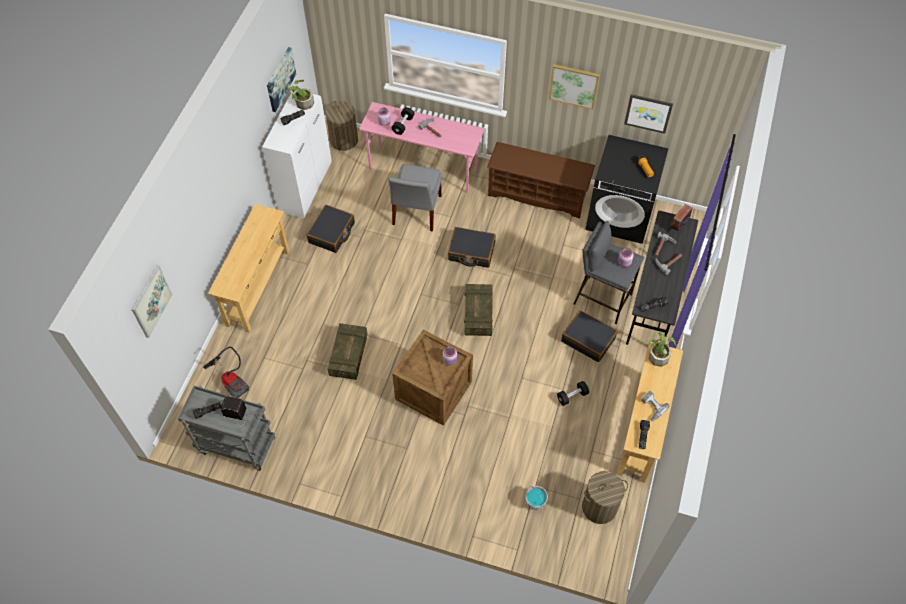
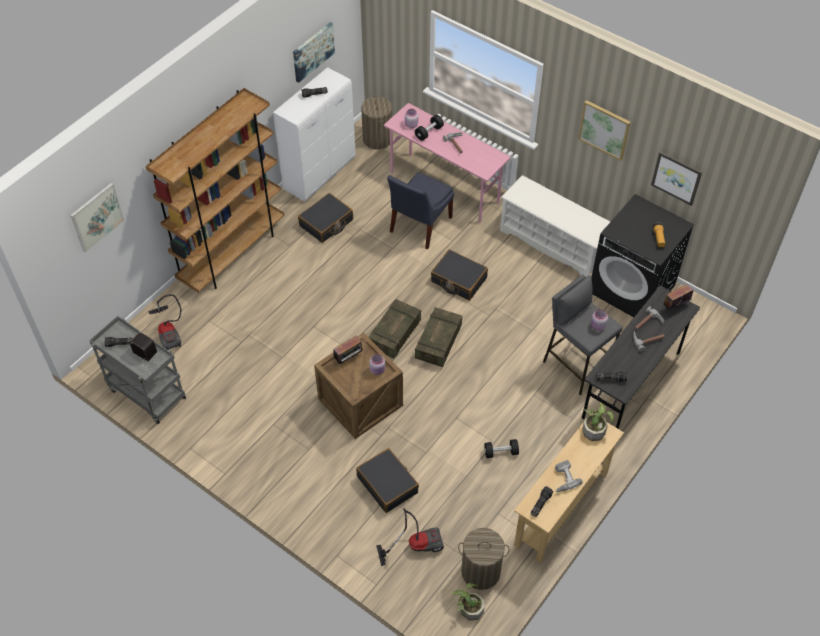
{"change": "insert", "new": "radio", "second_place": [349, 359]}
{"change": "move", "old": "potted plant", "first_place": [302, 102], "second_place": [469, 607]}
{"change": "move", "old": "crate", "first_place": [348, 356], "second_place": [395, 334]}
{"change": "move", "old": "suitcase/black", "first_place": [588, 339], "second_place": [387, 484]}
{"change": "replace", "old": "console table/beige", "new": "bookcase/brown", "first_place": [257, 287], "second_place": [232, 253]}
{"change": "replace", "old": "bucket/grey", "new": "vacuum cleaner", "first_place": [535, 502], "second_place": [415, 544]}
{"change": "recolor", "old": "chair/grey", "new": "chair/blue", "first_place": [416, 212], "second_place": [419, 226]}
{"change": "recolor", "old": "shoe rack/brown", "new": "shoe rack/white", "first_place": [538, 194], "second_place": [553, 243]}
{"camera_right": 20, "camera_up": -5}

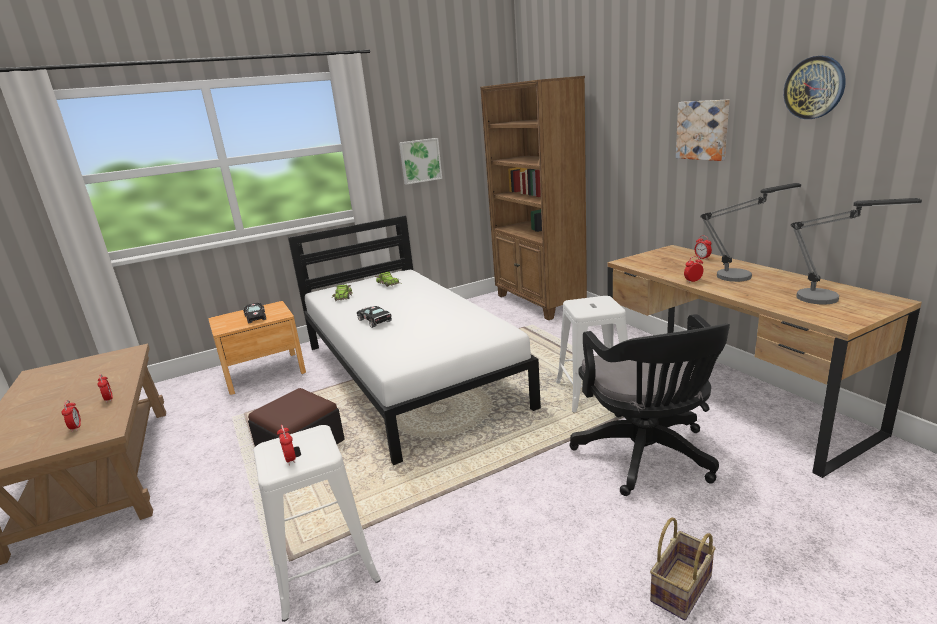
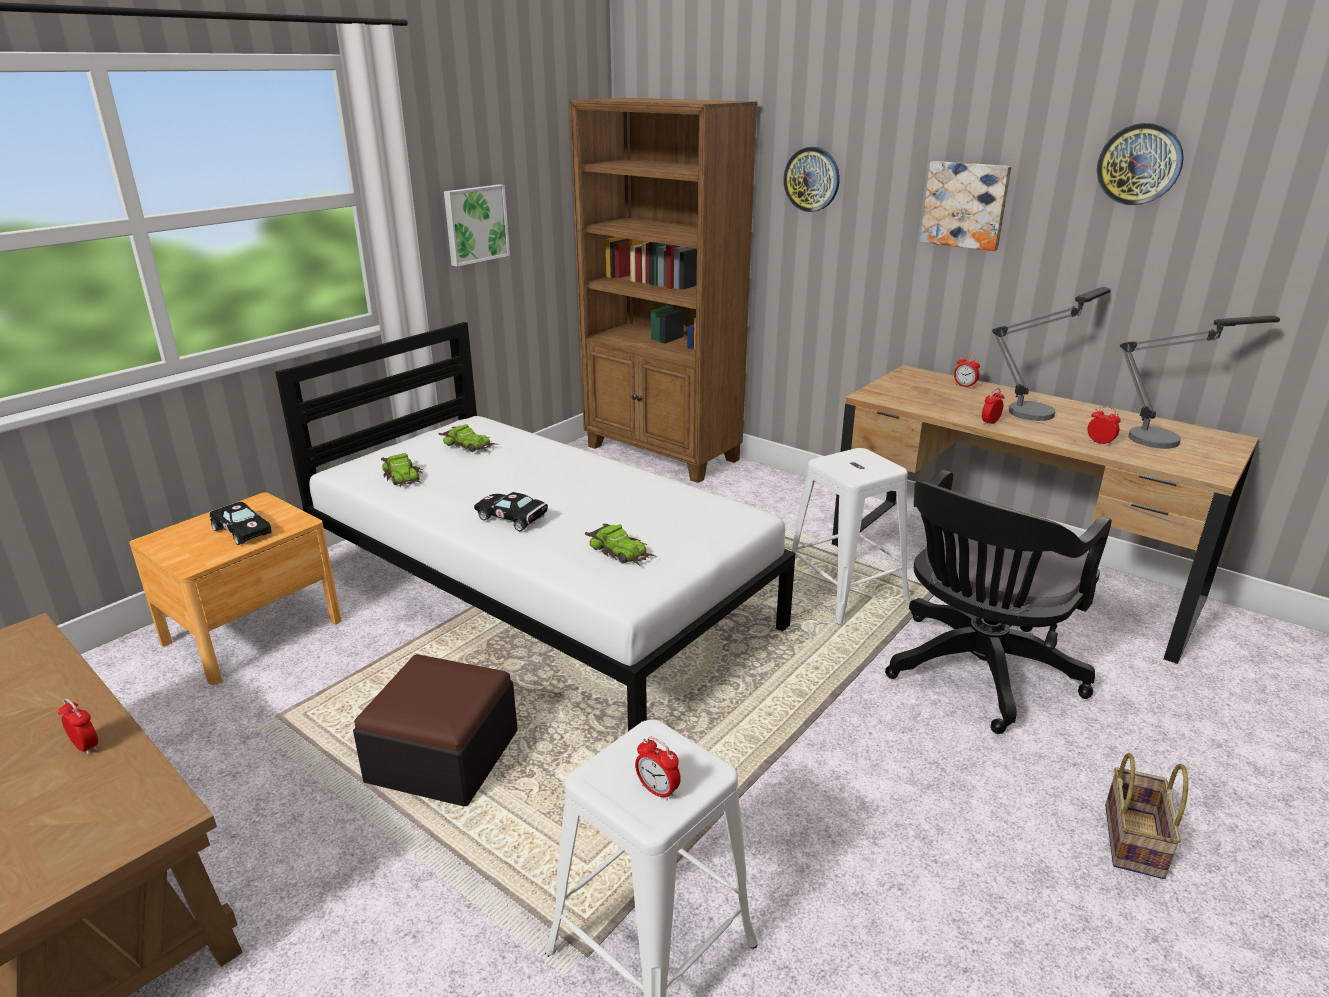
{"change": "insert", "new": "toy car", "second_place": [620, 551]}
{"change": "insert", "new": "wall clock", "second_place": [812, 179]}
{"change": "move", "old": "alarm clock", "first_place": [76, 427], "second_place": [1100, 442]}
{"change": "rotate", "old": "office chair/black", "first_place": [647, 457], "second_place": [976, 674], "degrees": 75}
{"camera_right": -25, "camera_up": 5}

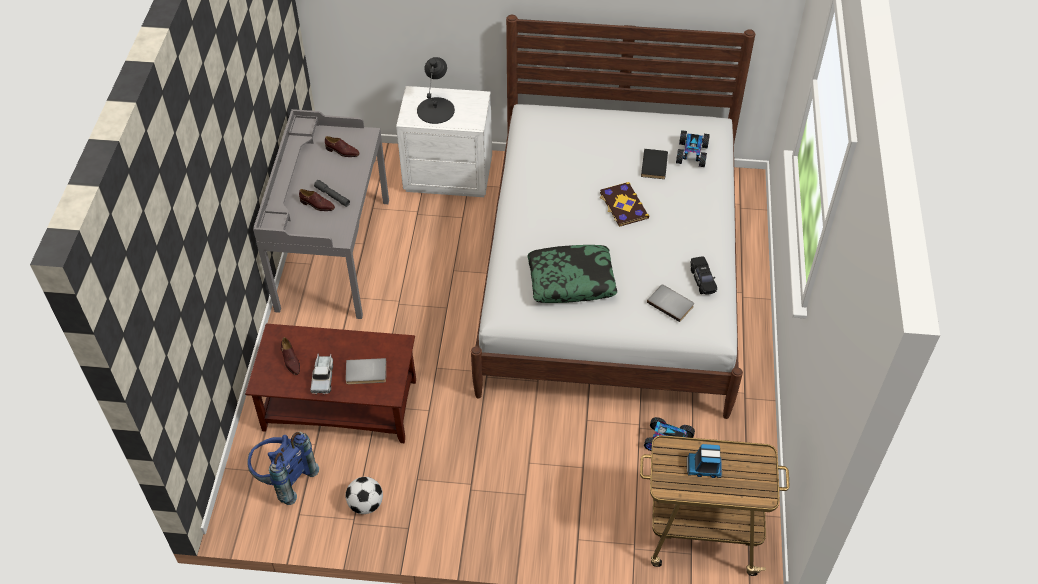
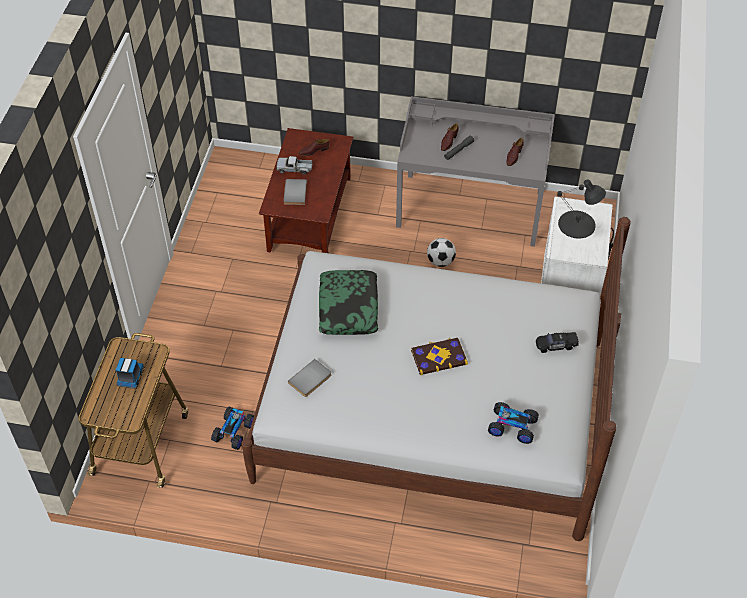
{"change": "delete", "old": "backpack/blue", "first_place": [283, 479]}
{"change": "delete", "old": "book/black", "first_place": [655, 165]}
{"change": "move", "old": "football", "first_place": [366, 504], "second_place": [440, 261]}
{"change": "move", "old": "toy car/black", "first_place": [702, 280], "second_place": [556, 345]}
{"camera_right": 95, "camera_up": 0}

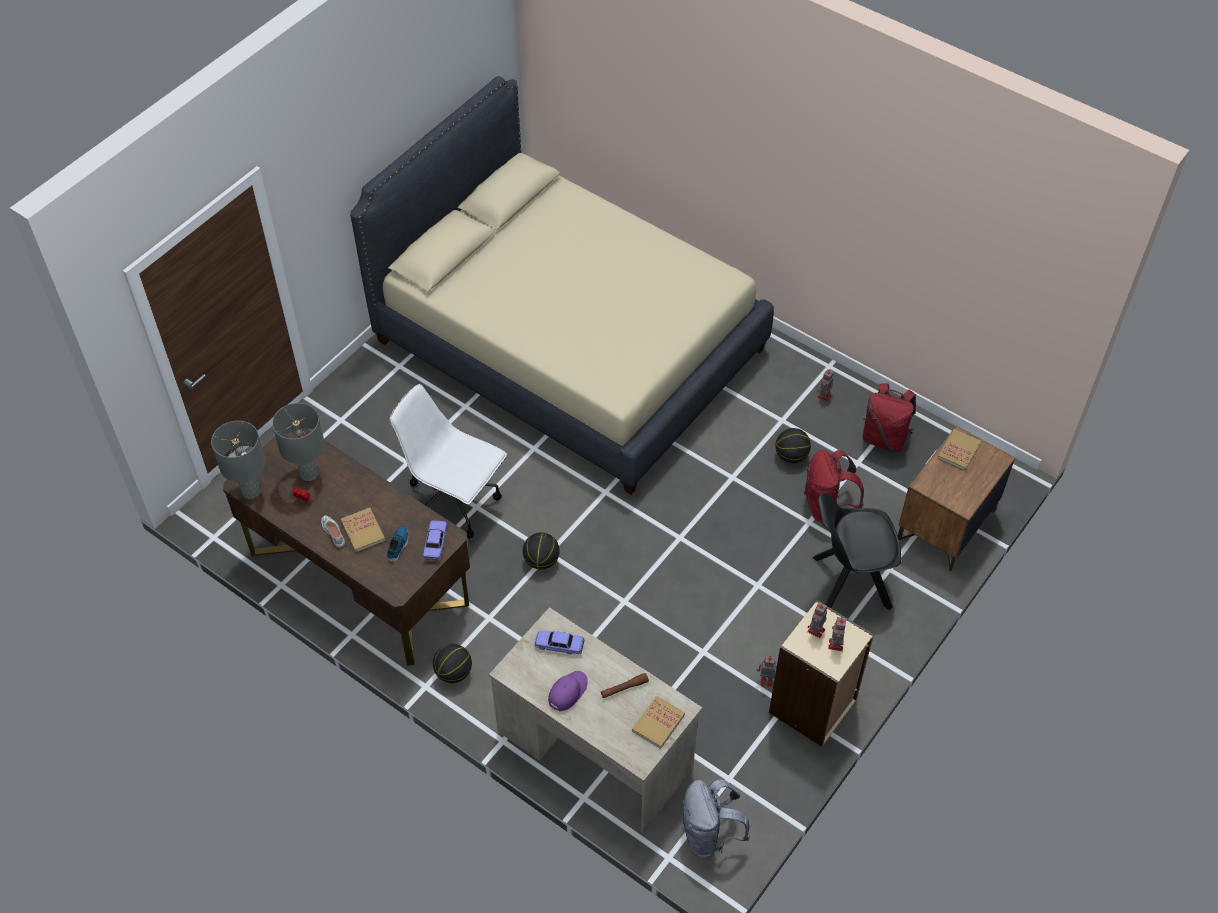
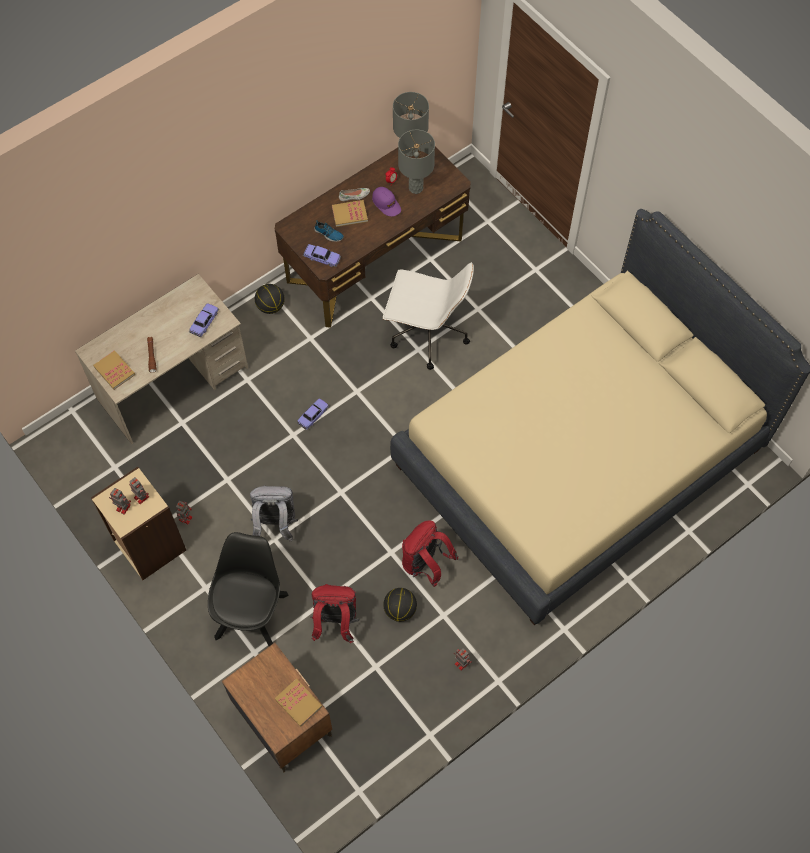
{"change": "delete", "old": "basketball", "first_place": [541, 561]}
{"change": "insert", "new": "toy car", "second_place": [313, 416]}
{"change": "move", "old": "cap/purple", "first_place": [567, 692], "second_place": [386, 204]}
{"change": "move", "old": "backpack/grey", "first_place": [709, 835], "second_place": [275, 524]}
{"change": "move", "old": "backpack/red", "first_place": [884, 438], "second_place": [425, 564]}
{"change": "rotate", "old": "office chair/white", "first_place": [454, 502], "second_place": [427, 334], "degrees": 60}
{"camera_right": 105, "camera_up": 10}

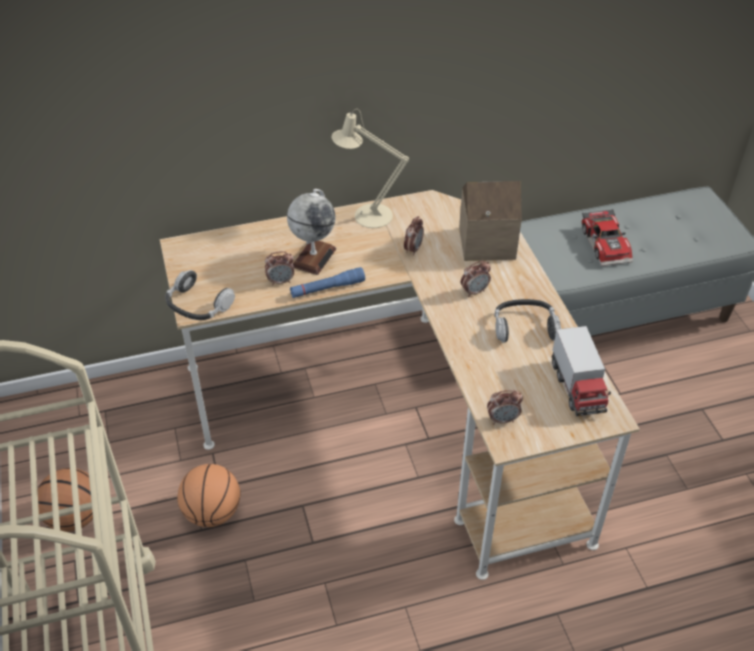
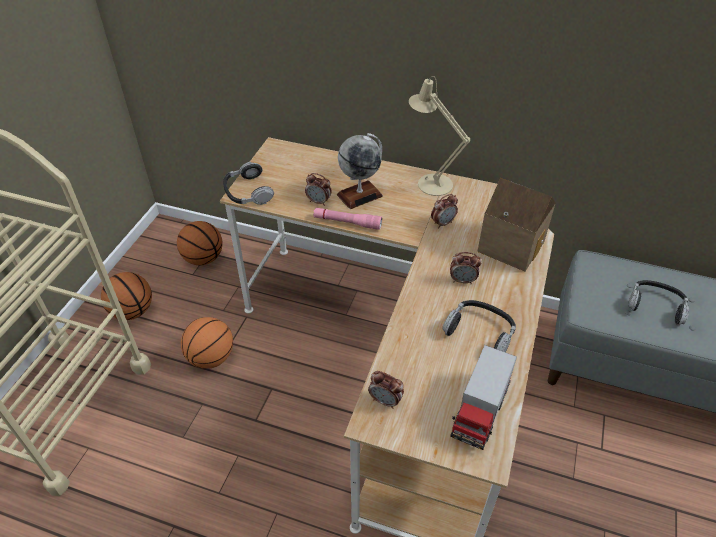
{"change": "insert", "new": "basketball", "second_place": [203, 258]}
{"change": "replace", "old": "toy car", "new": "headphones", "first_place": [607, 244], "second_place": [656, 305]}
{"change": "recolor", "old": "flashlight/blue", "new": "flashlight/pink", "first_place": [327, 288], "second_place": [347, 222]}
{"camera_right": 35, "camera_up": 0}

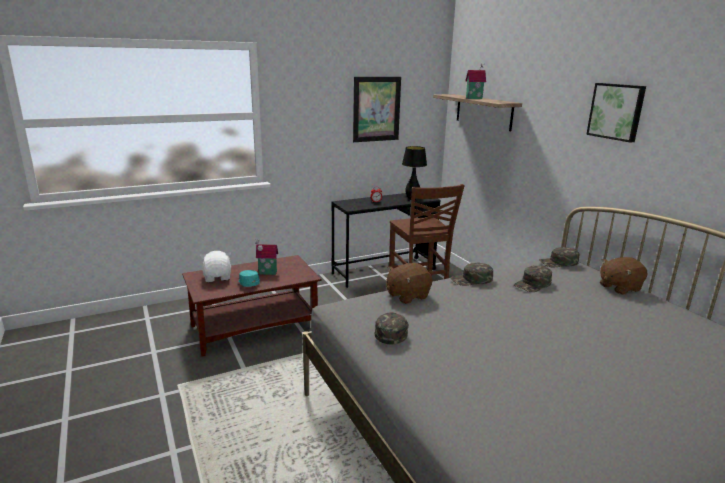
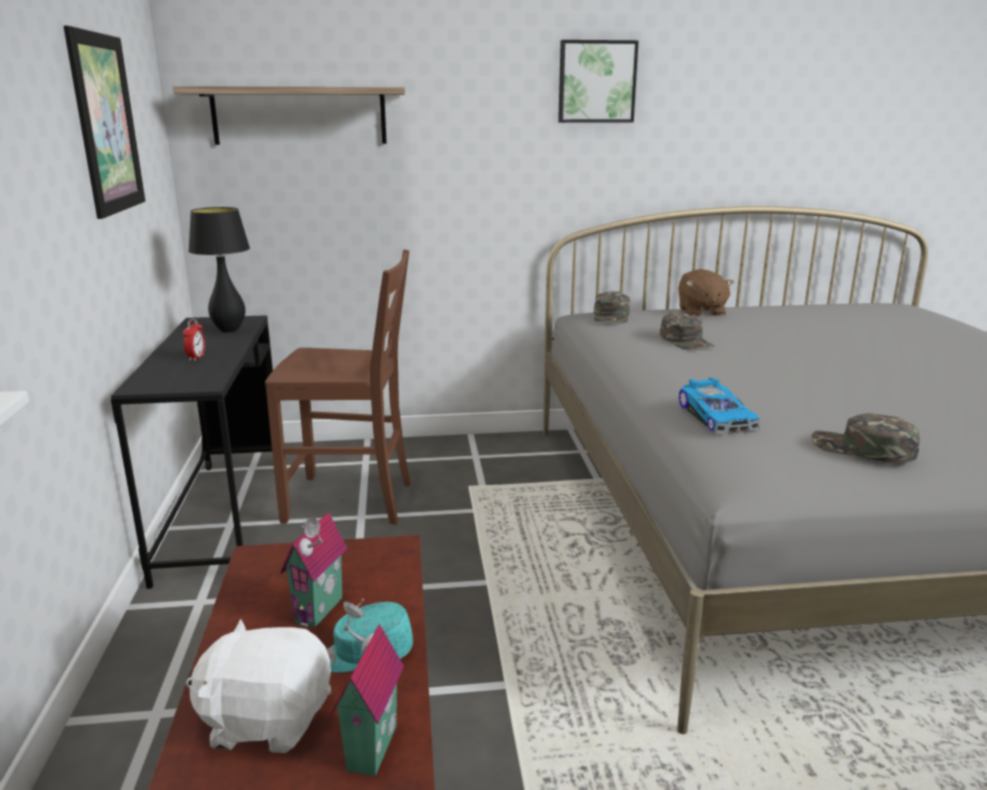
{"change": "delete", "old": "cap/green", "first_place": [471, 280]}
{"change": "move", "old": "toy house", "first_place": [473, 98], "second_place": [368, 746]}
{"change": "replace", "old": "plush toy/brown", "new": "toy car", "first_place": [407, 296], "second_place": [717, 416]}
{"camera_right": -70, "camera_up": 0}

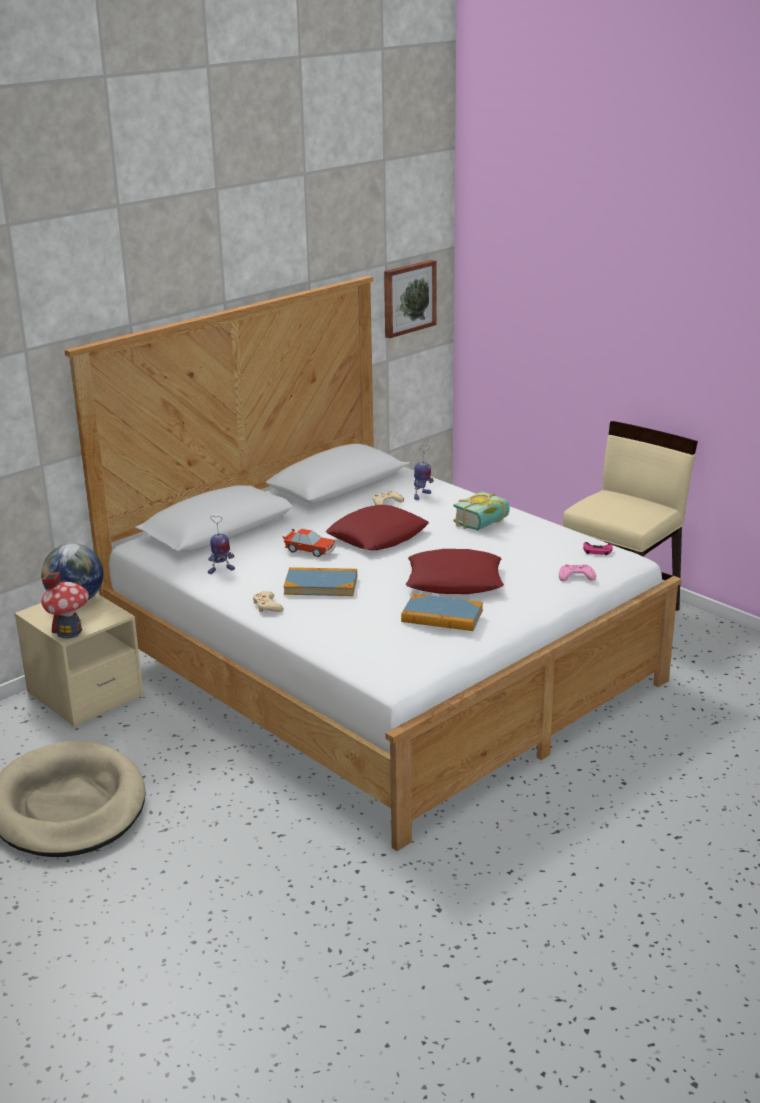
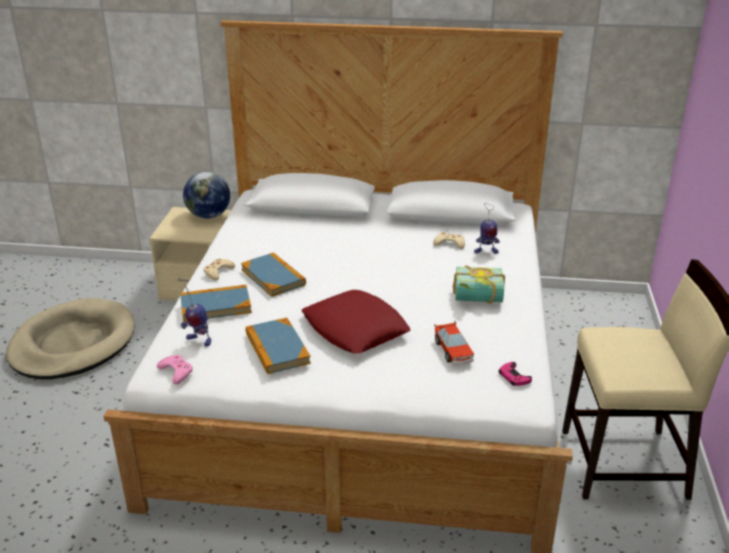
{"change": "delete", "old": "toy house", "first_place": [69, 632]}
{"change": "delete", "old": "pillow/red", "first_place": [377, 536]}
{"change": "delete", "old": "picture", "first_place": [408, 298]}
{"change": "insert", "new": "book", "second_place": [215, 306]}
{"change": "move", "old": "toy robot", "first_place": [220, 570], "second_place": [198, 340]}
{"change": "move", "old": "toy car", "first_place": [310, 550], "second_place": [453, 351]}
{"change": "move", "old": "game controller/pink", "first_place": [576, 576], "second_place": [176, 372]}
{"camera_right": 50, "camera_up": 5}

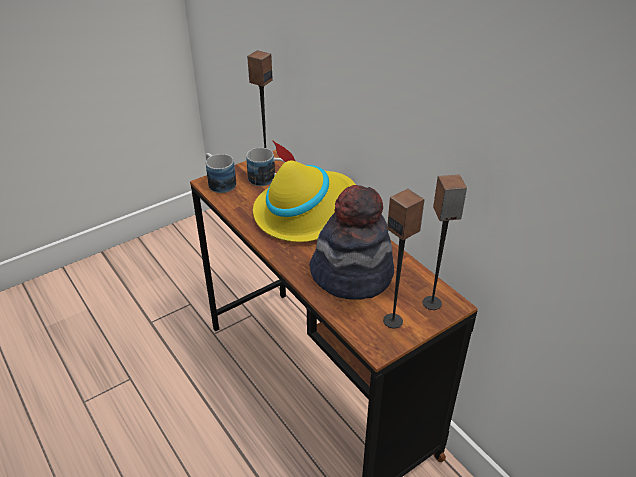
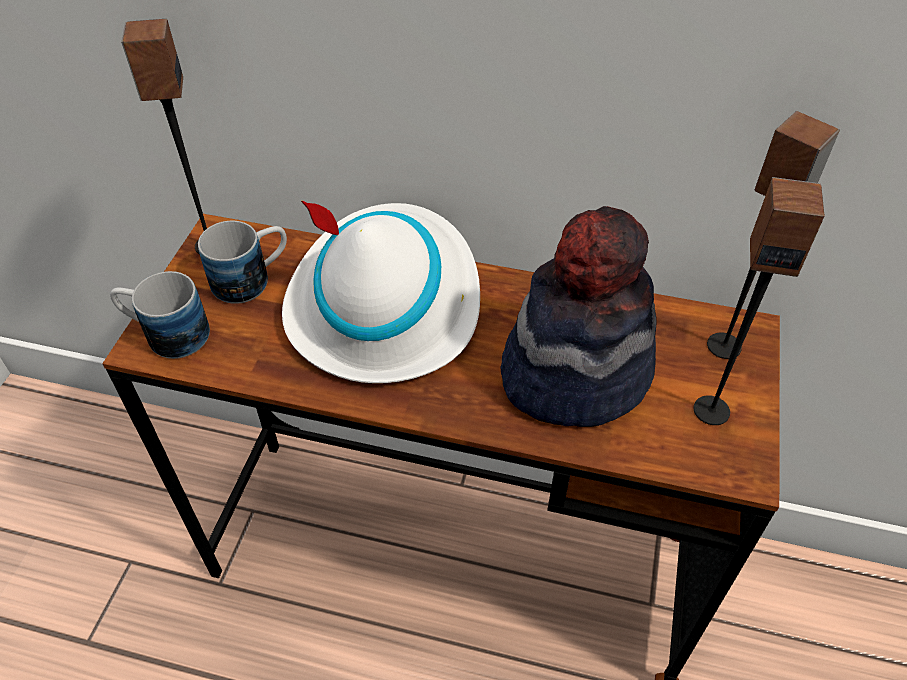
{"change": "recolor", "old": "hat/yellow", "new": "hat/white", "first_place": [306, 212], "second_place": [385, 303]}
{"camera_right": -40, "camera_up": 10}

